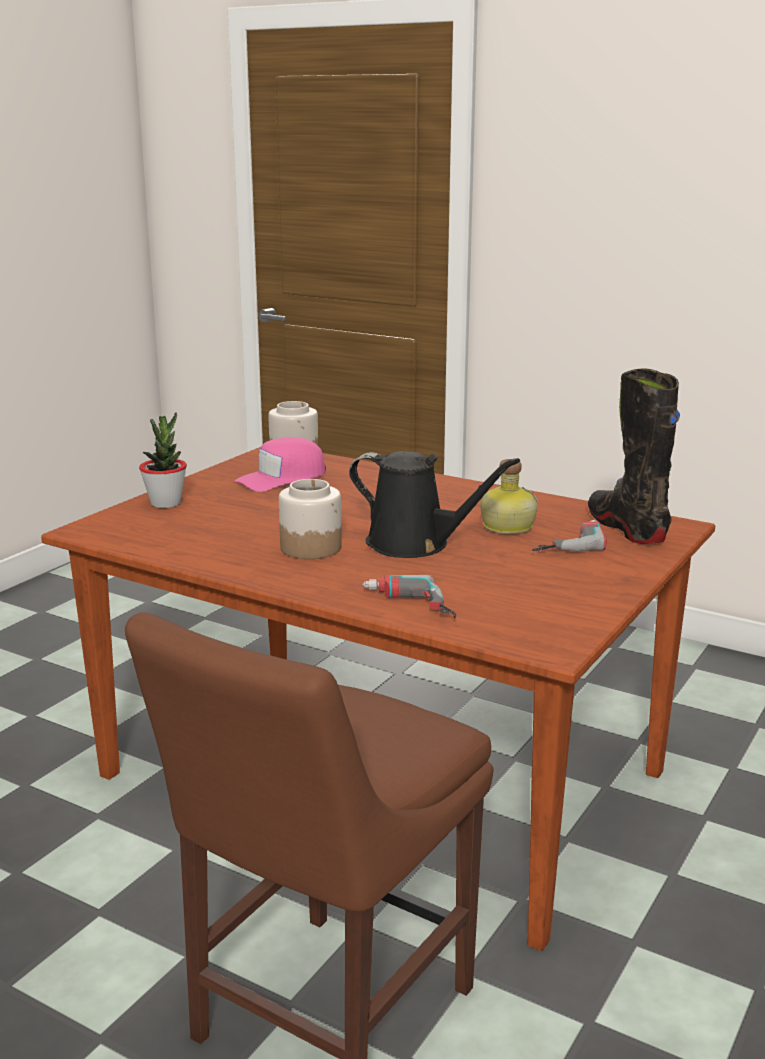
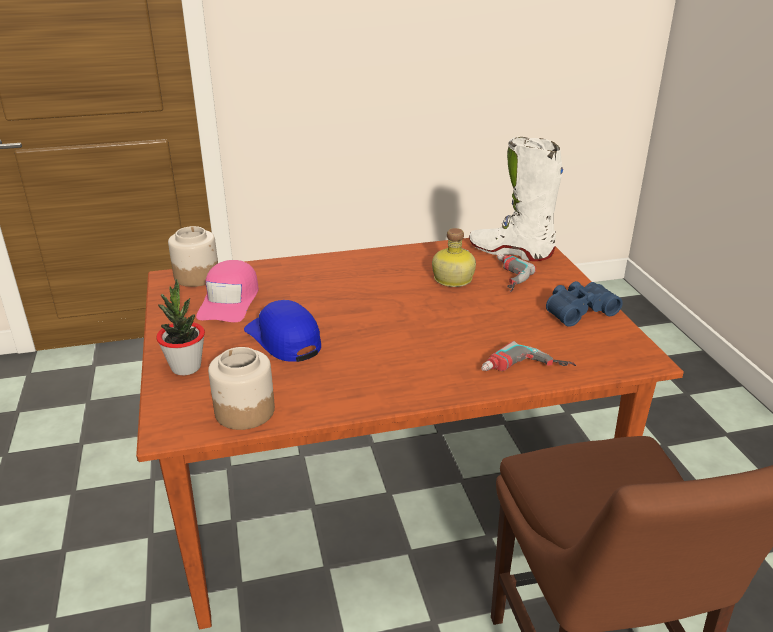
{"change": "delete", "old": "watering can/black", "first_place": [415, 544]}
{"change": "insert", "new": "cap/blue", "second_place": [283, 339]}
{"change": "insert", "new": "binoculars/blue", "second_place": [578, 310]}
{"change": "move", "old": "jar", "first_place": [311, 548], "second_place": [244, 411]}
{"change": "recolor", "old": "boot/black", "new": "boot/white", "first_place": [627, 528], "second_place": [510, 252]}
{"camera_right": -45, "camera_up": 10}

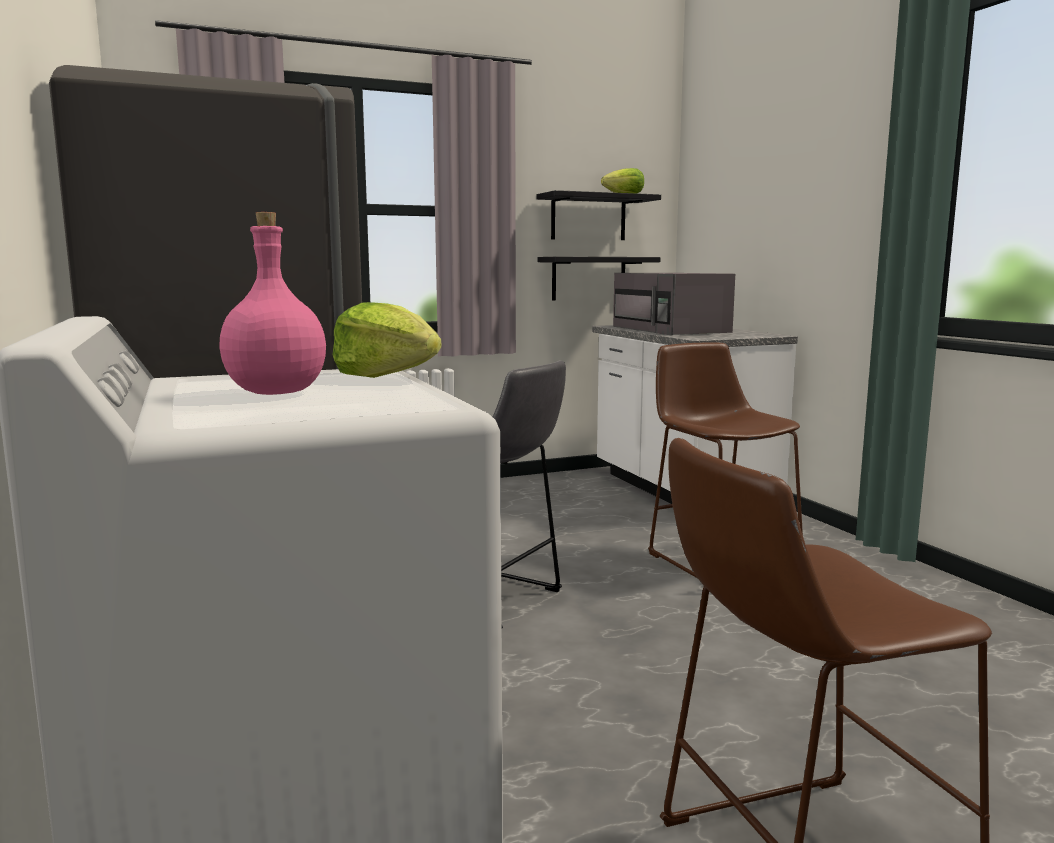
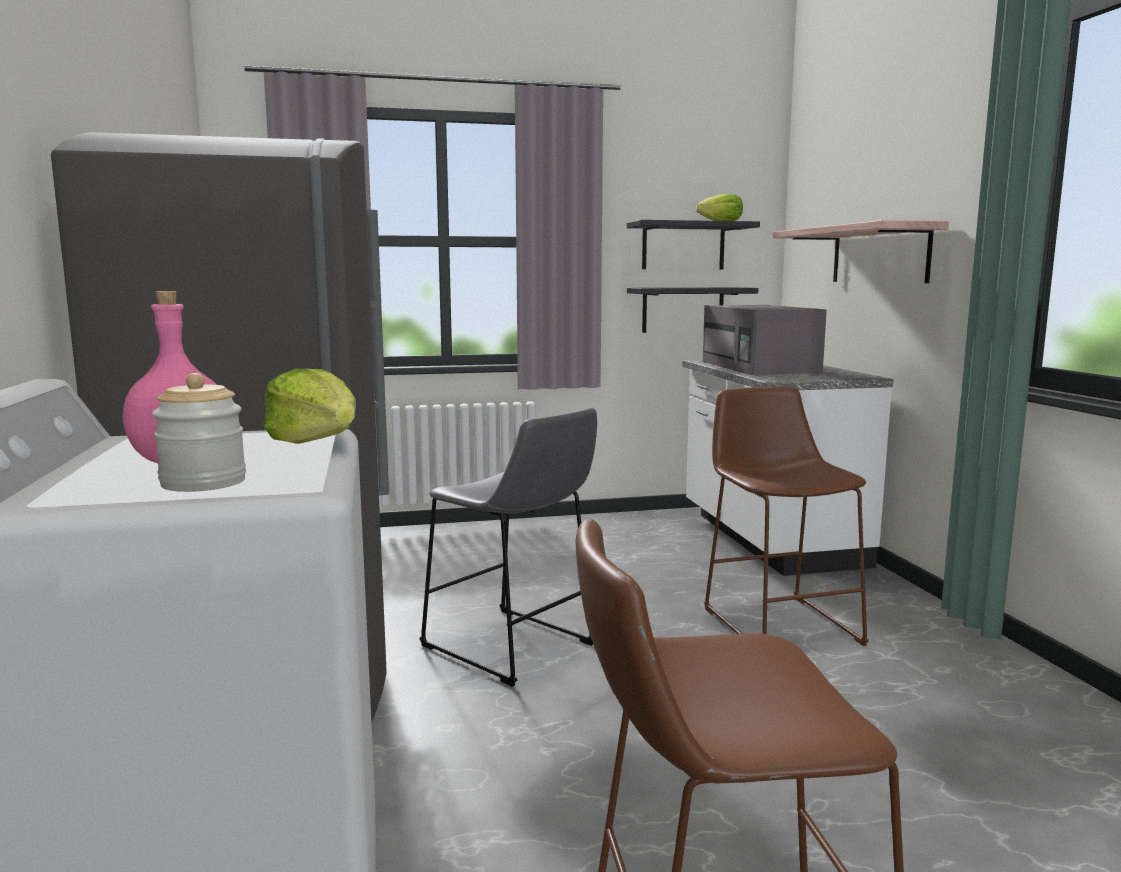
{"change": "insert", "new": "jar", "second_place": [203, 482]}
{"change": "insert", "new": "shelf", "second_place": [879, 255]}
{"camera_right": 10, "camera_up": 0}

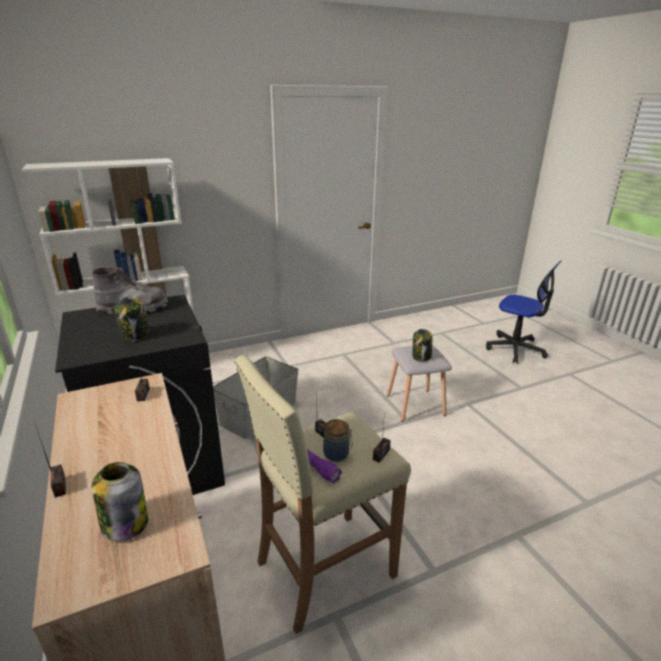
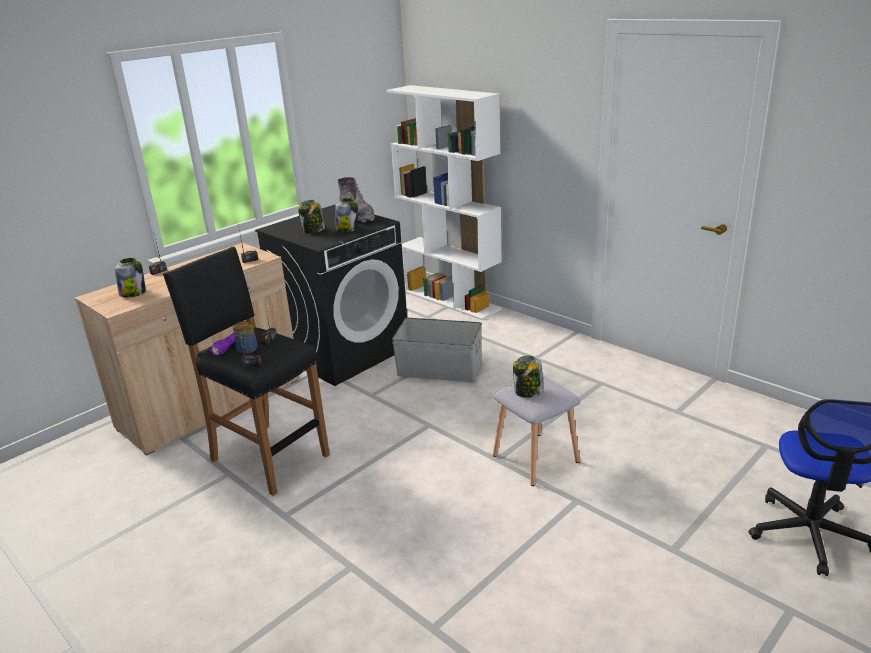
{"change": "insert", "new": "jar", "second_place": [347, 229]}
{"change": "recolor", "old": "stool/beige", "new": "stool/black", "first_place": [324, 569], "second_place": [268, 457]}
{"camera_right": 70, "camera_up": 0}

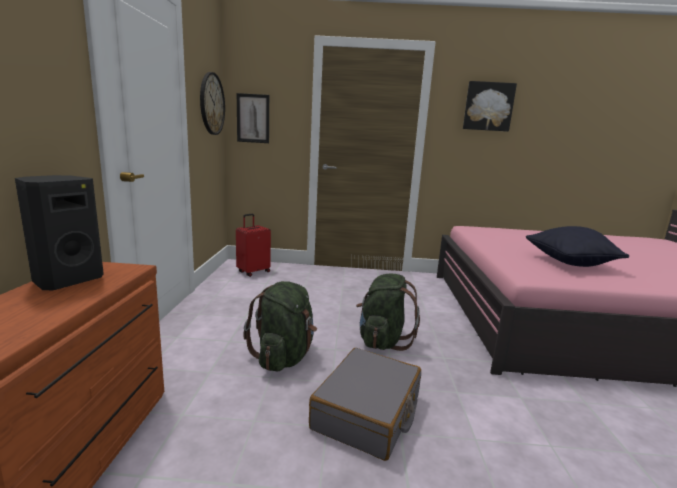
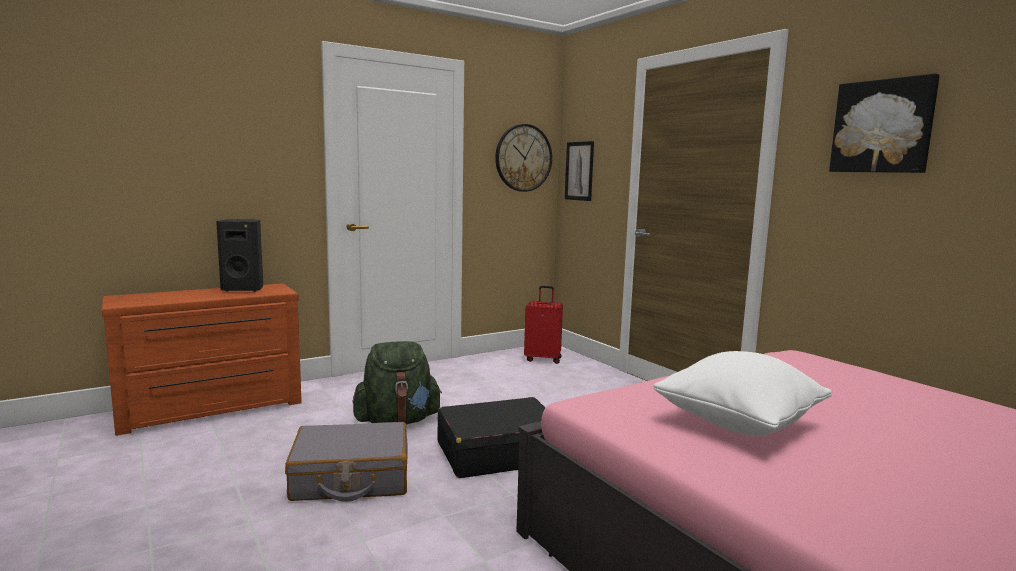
{"change": "replace", "old": "backpack/green", "new": "suitcase/black", "first_place": [382, 340], "second_place": [497, 453]}
{"change": "recolor", "old": "pillow/black", "new": "pillow/white", "first_place": [569, 263], "second_place": [738, 424]}
{"camera_right": 55, "camera_up": -5}

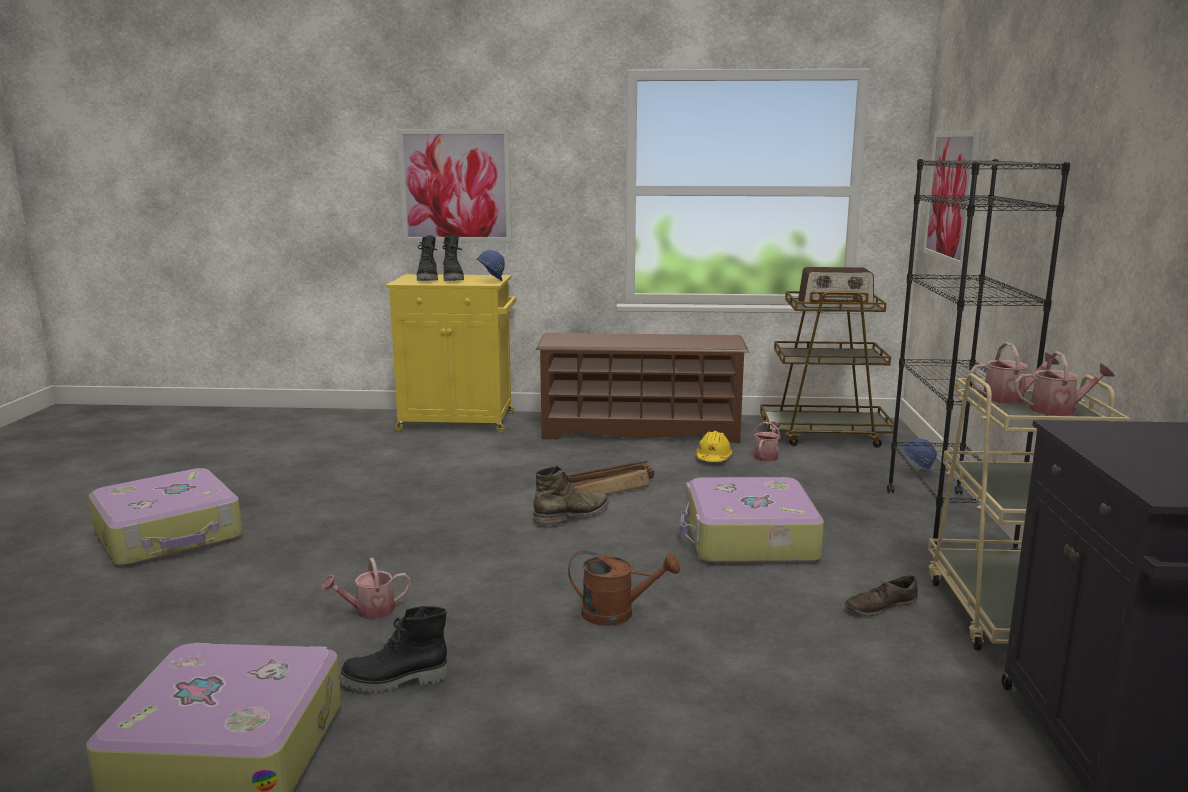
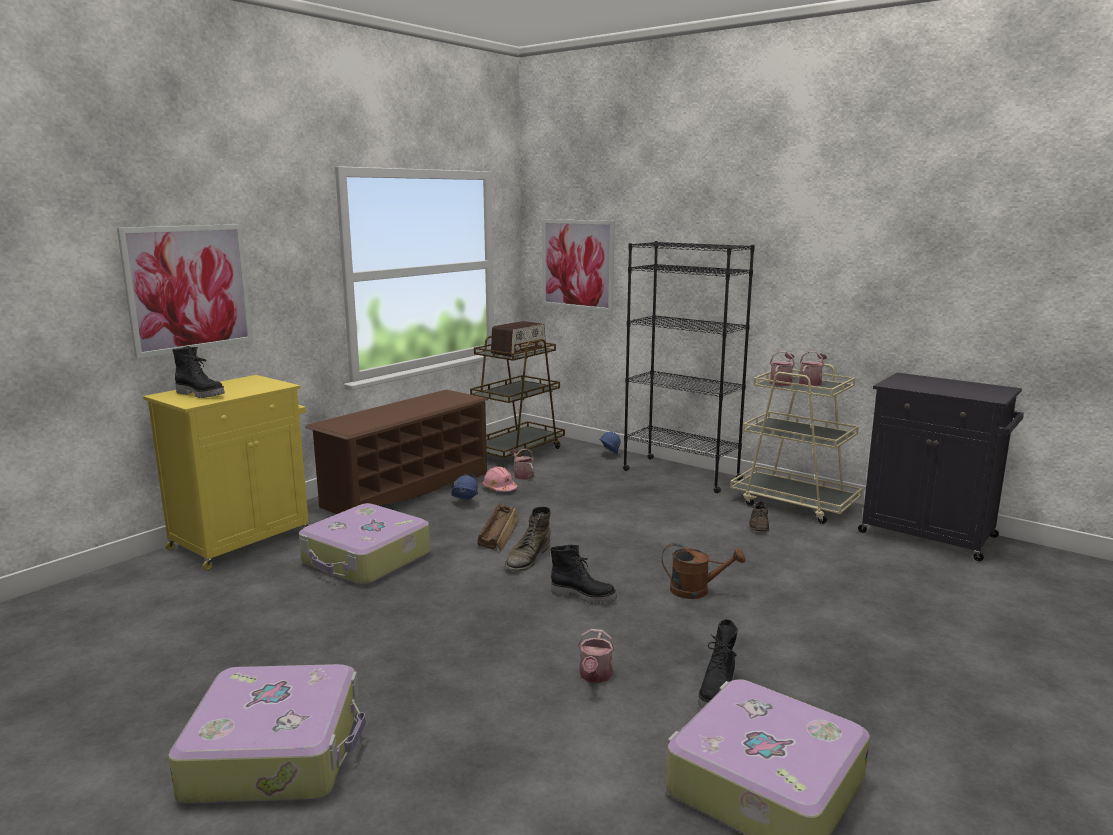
{"change": "move", "old": "boot/black", "first_place": [453, 279], "second_place": [583, 596]}
{"change": "move", "old": "hard hat/blue", "first_place": [490, 282], "second_place": [464, 503]}
{"change": "move", "old": "suitcase", "first_place": [748, 539], "second_place": [366, 559]}
{"change": "recolor", "old": "hard hat/yellow", "new": "hard hat/pink", "first_place": [713, 458], "second_place": [499, 488]}
{"change": "rotate", "old": "boot/green", "first_place": [572, 515], "second_place": [527, 558], "degrees": -150}
{"change": "rotate", "old": "watering can/brown", "first_place": [617, 614], "second_place": [697, 591], "degrees": 60}
{"camera_right": -55, "camera_up": 0}

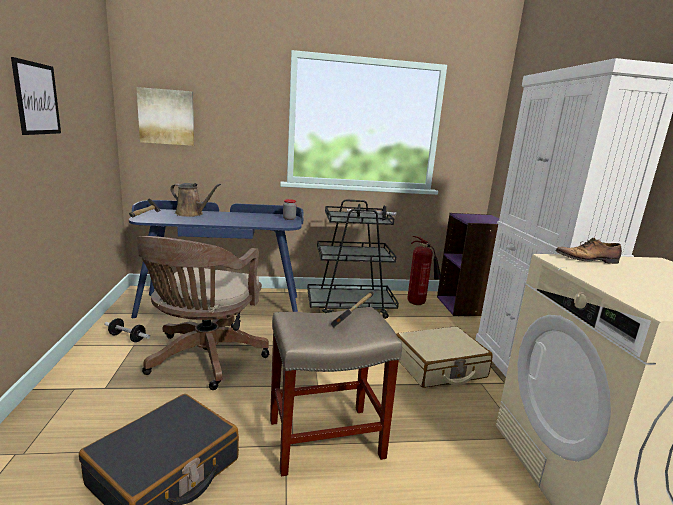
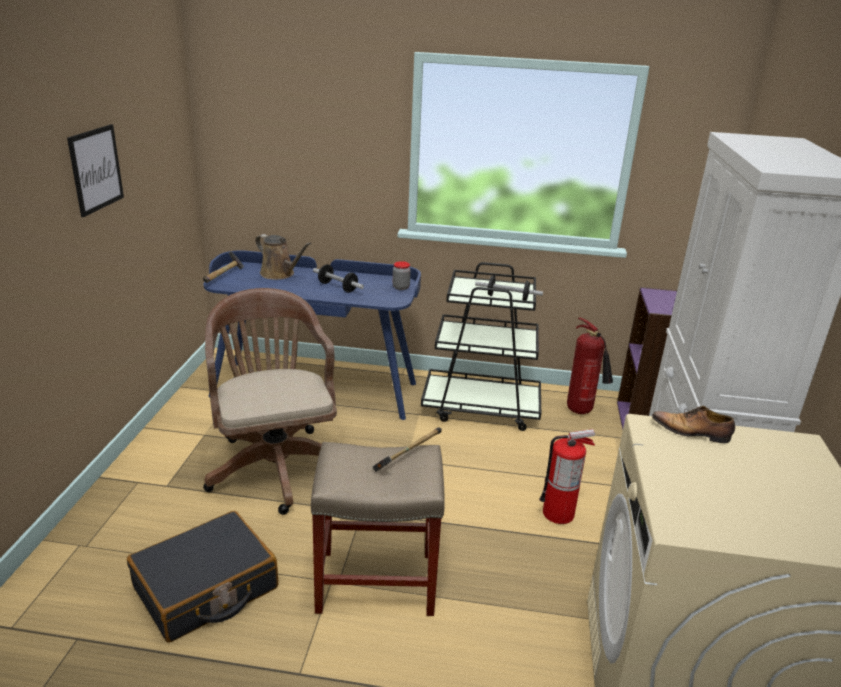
{"change": "delete", "old": "picture", "first_place": [166, 117]}
{"change": "move", "old": "dumbbell", "first_place": [127, 337], "second_place": [338, 287]}
{"change": "replace", "old": "suitcase/beige", "new": "fire extinguisher", "first_place": [439, 367], "second_place": [558, 513]}
{"change": "rotate", "old": "office chair/brown", "first_place": [204, 359], "second_place": [275, 464], "degrees": 135}
{"camera_right": 15, "camera_up": 10}

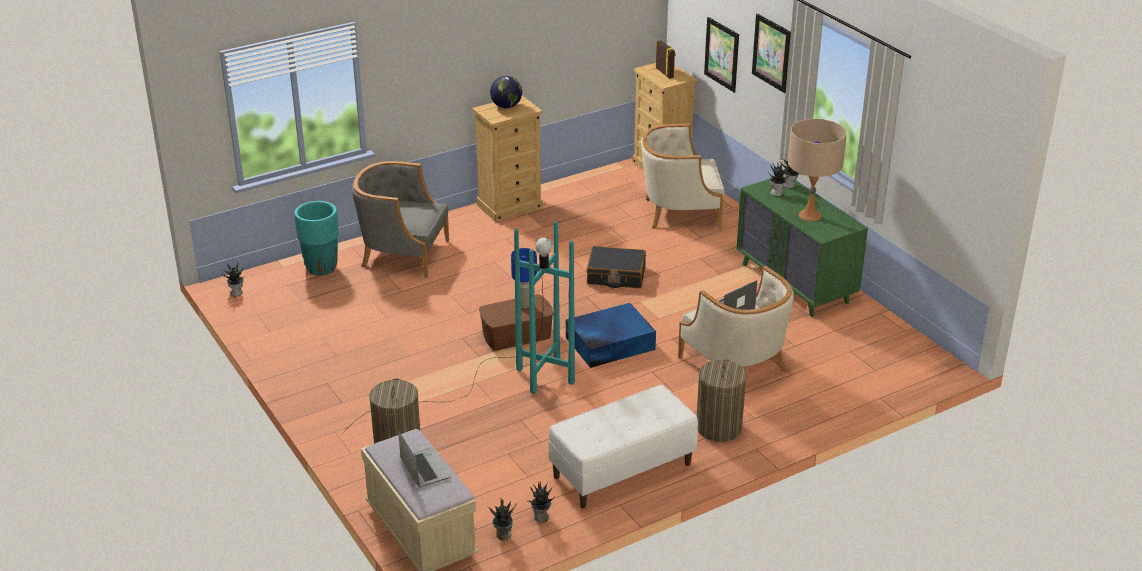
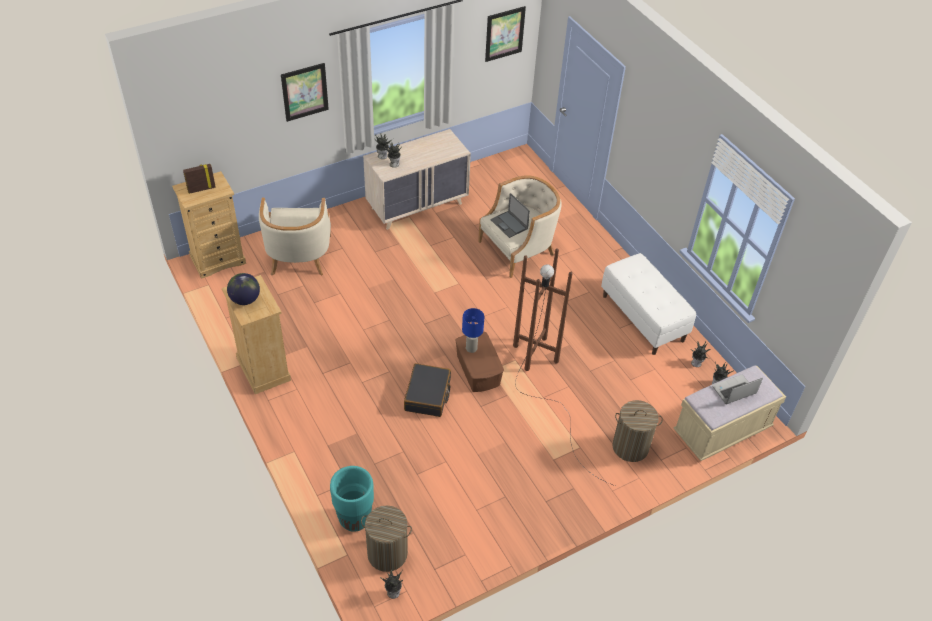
{"change": "delete", "old": "armchair/grey", "first_place": [403, 254]}
{"change": "delete", "old": "storage box/blue", "first_place": [609, 343]}
{"change": "delete", "old": "table lamp/beige", "first_place": [809, 215]}
{"change": "move", "old": "suitcase/black", "first_place": [616, 276], "second_place": [428, 395]}
{"change": "move", "old": "laundry basket", "first_place": [718, 428], "second_place": [387, 553]}
{"change": "move", "old": "picture", "first_place": [722, 54], "second_place": [504, 34]}
{"change": "recolor", "old": "floor lamp/turquoise", "new": "floor lamp/brown", "first_place": [495, 384], "second_place": [545, 385]}
{"change": "recolor", "old": "dresser/green", "new": "dresser/beige", "first_place": [795, 284], "second_place": [417, 205]}
{"camera_right": -90, "camera_up": 15}

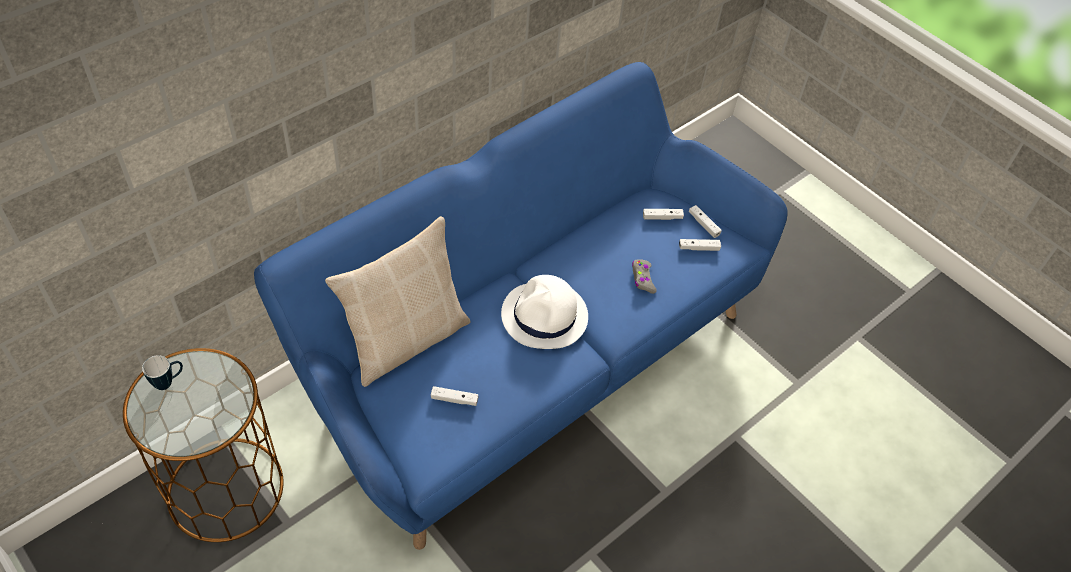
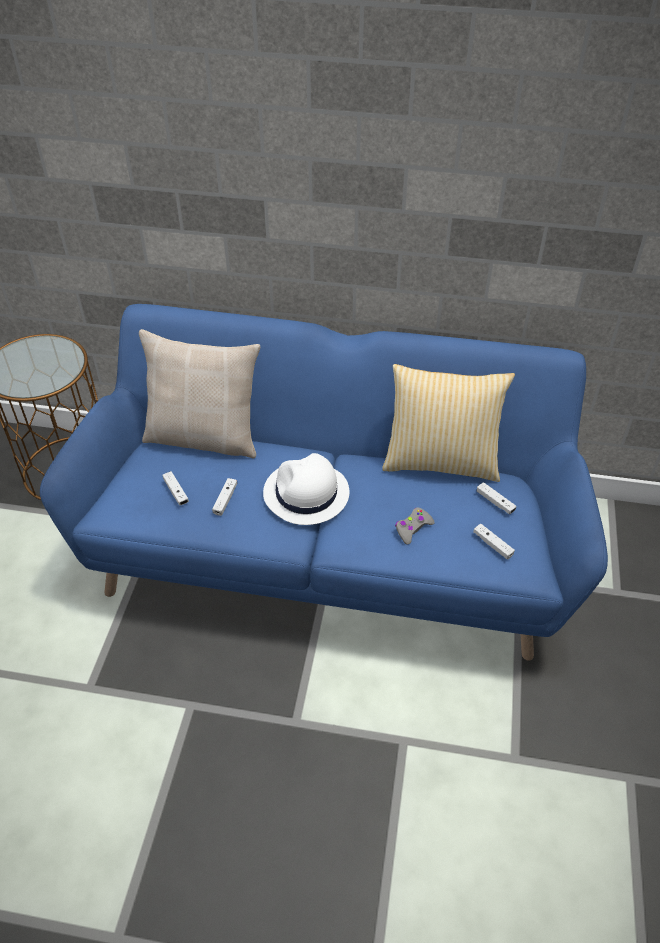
{"change": "delete", "old": "mug", "first_place": [168, 382]}
{"change": "insert", "new": "pillow", "second_place": [441, 461]}
{"change": "move", "old": "game controller/white", "first_place": [703, 224], "second_place": [225, 500]}
{"camera_right": 55, "camera_up": -5}

